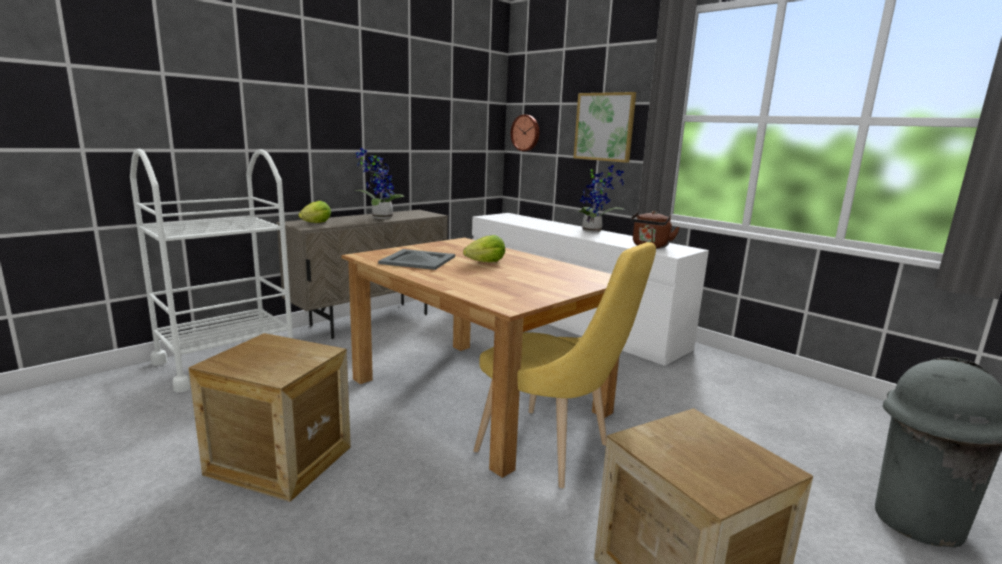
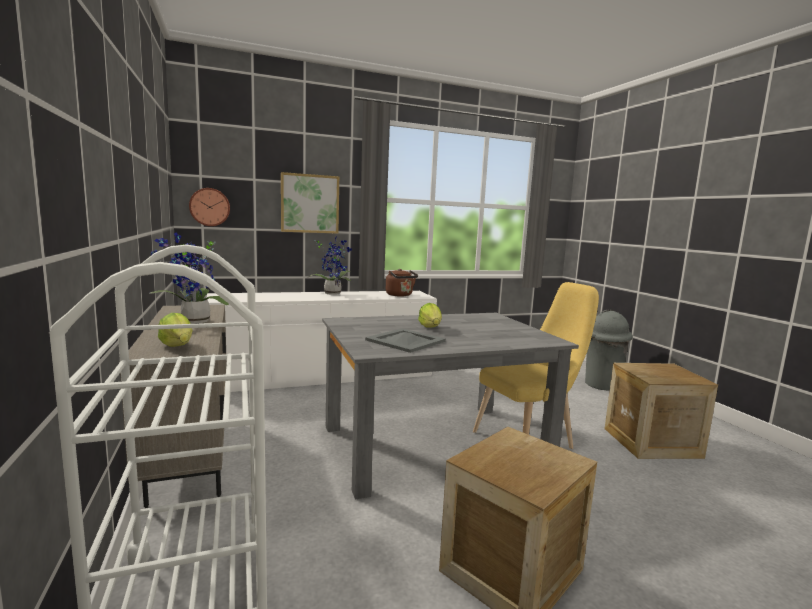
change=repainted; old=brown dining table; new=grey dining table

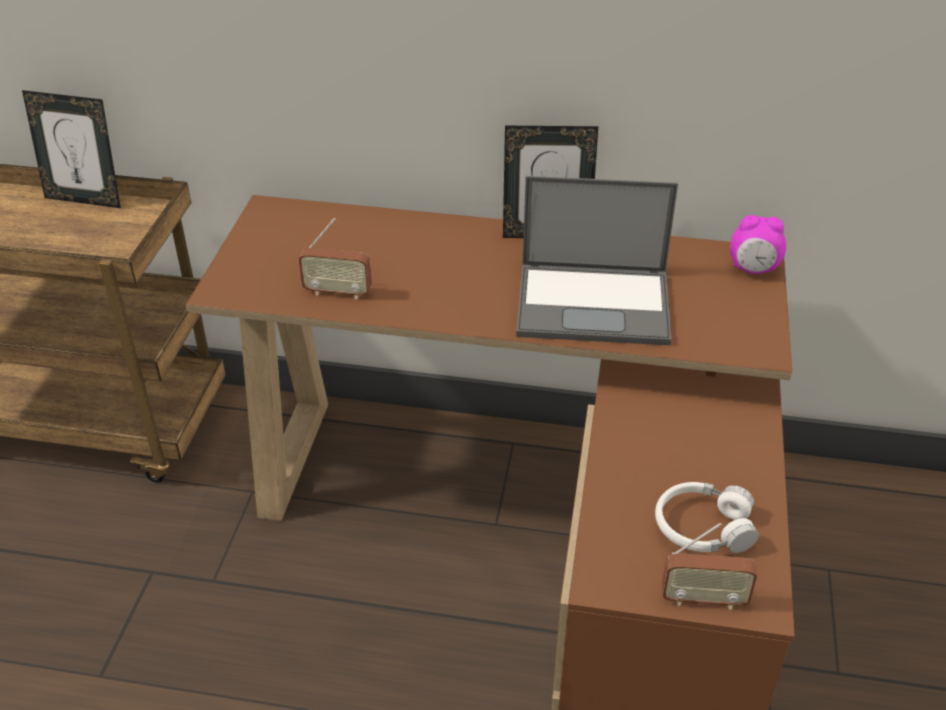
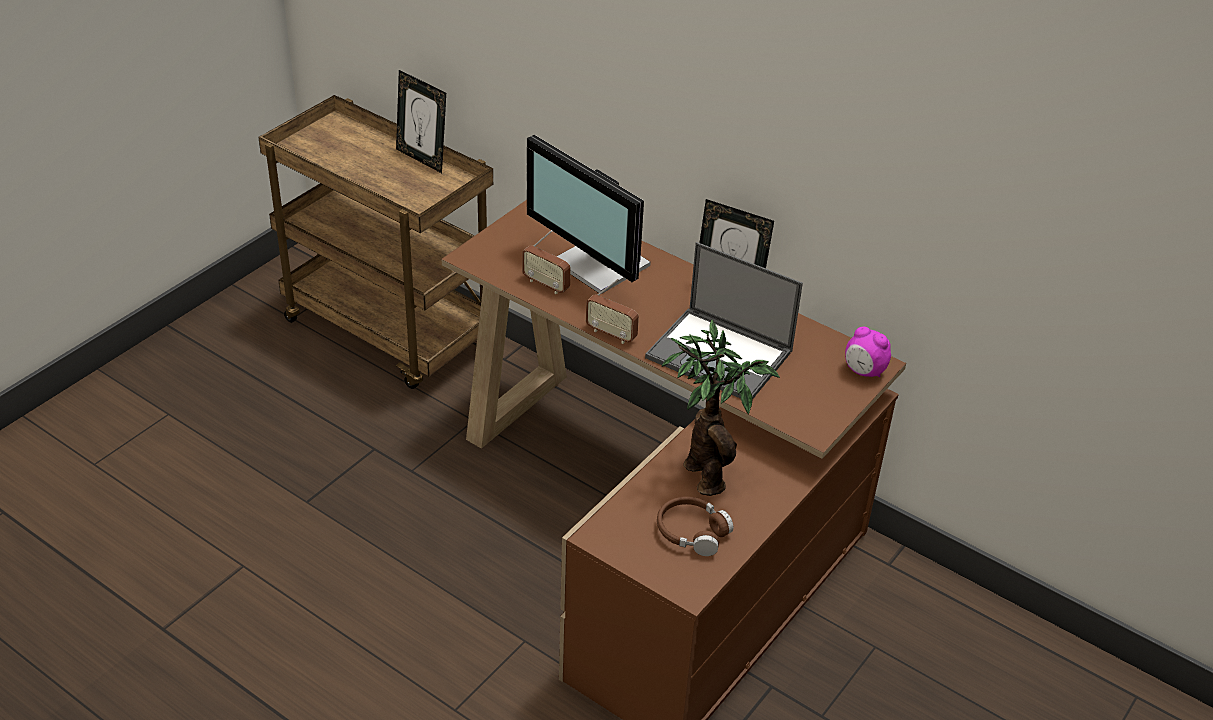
change=repainted; old=white headphones; new=brown headphones
change=shifted; old=radio (no. 2 from left)
change=new; new=monitor
change=new; new=potted plant

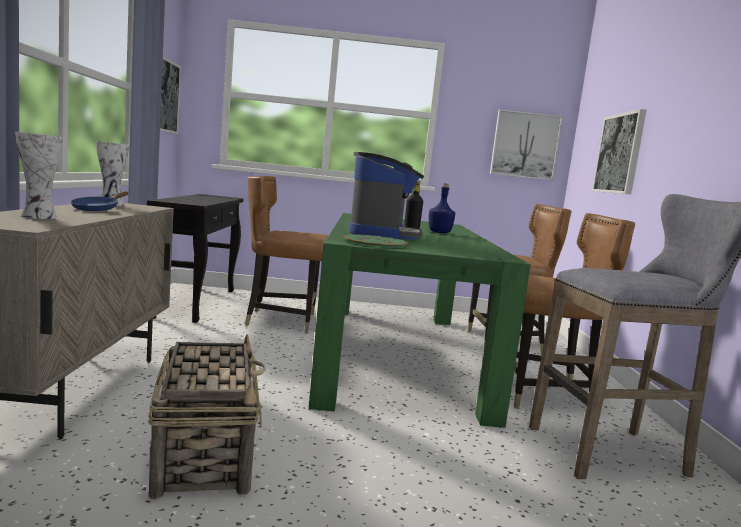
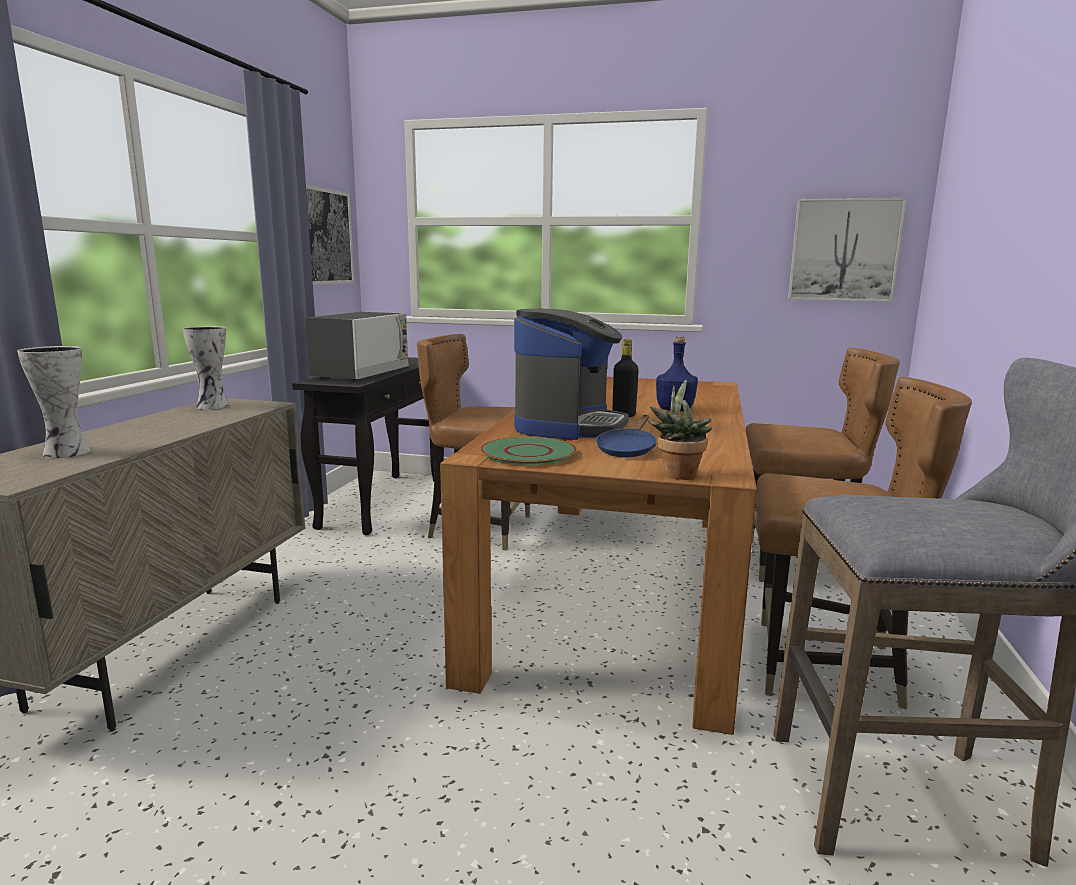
change=gone; old=picture (no. 3 from left)
change=shifted; old=blue frying pan
change=repainted; old=green dining table; new=brown dining table
change=gone; old=basket
change=new; new=microwave
change=new; new=potted plant

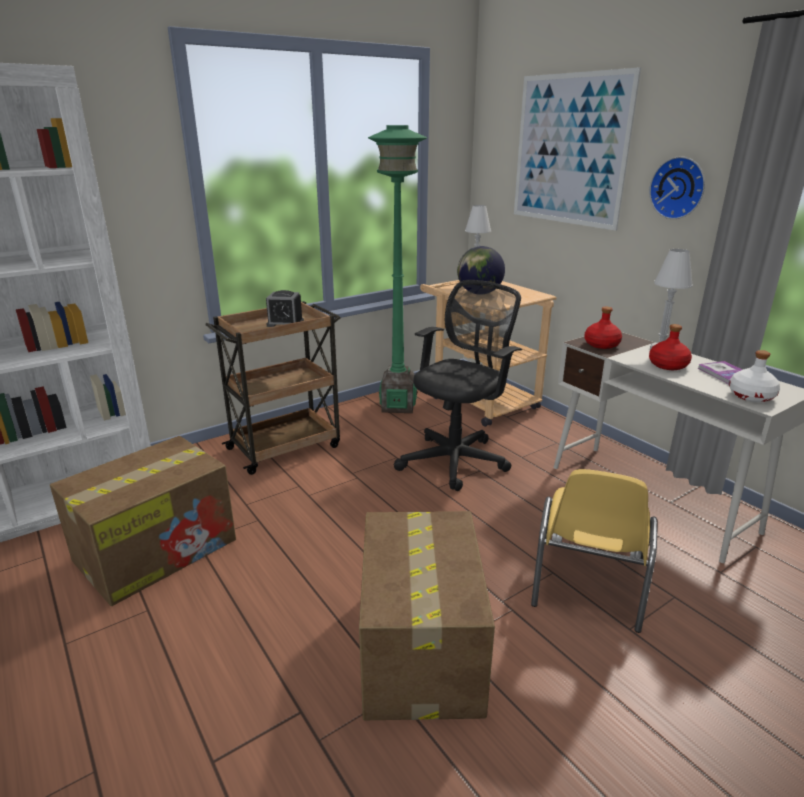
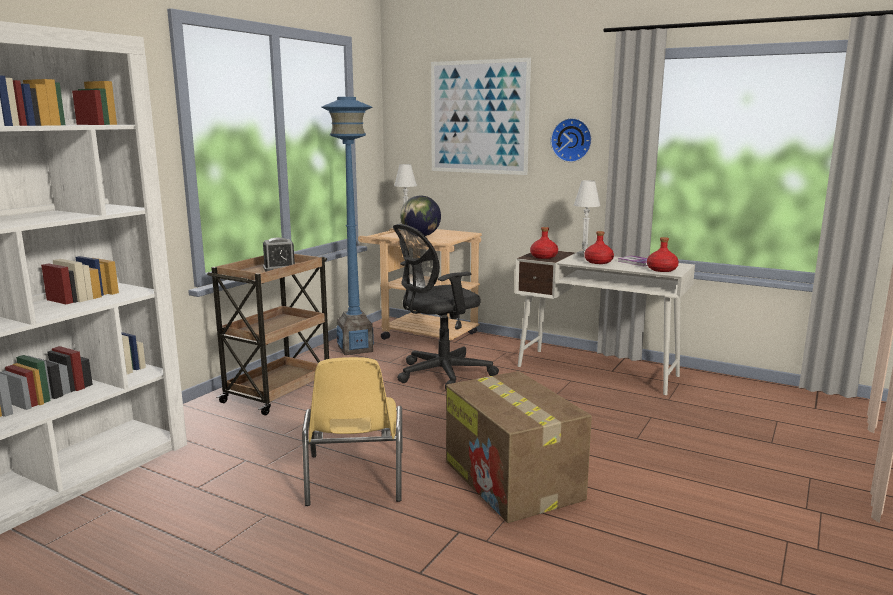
change=repainted; old=green floor lamp; new=blue floor lamp
change=rotated; old=black office chair; degrees=-135
change=repainted; old=white bottle; new=red bottle (no. 3 from left)
change=gone; old=cardboard box (no. 1 from left)
change=shifted; old=yellow chair

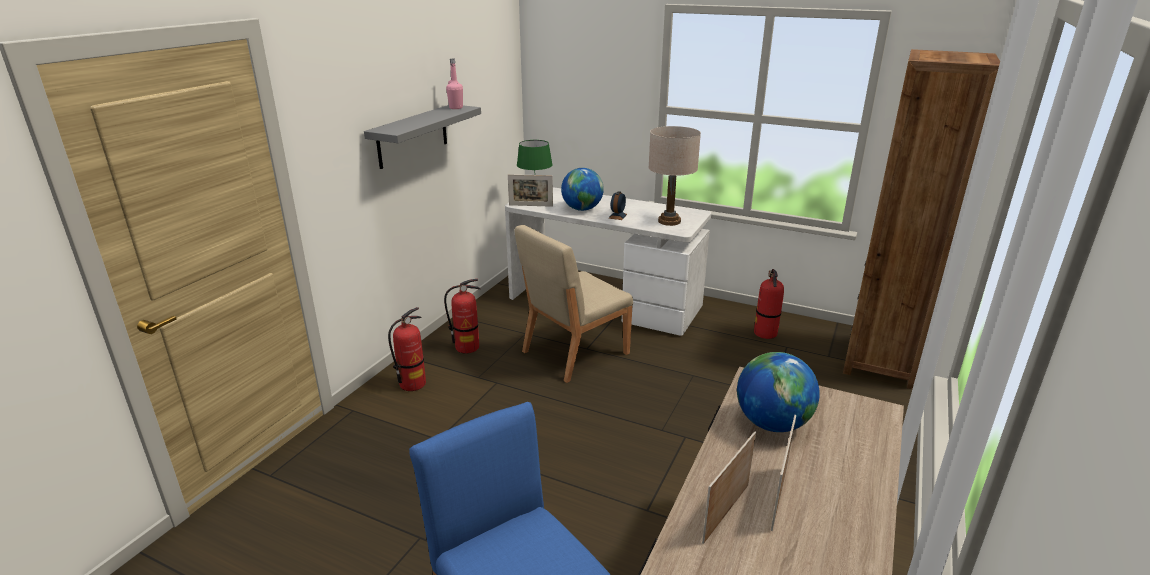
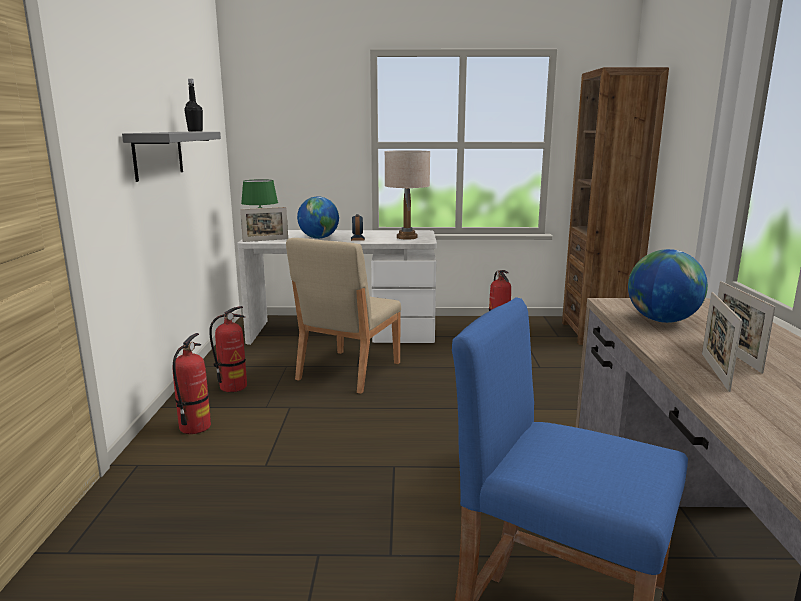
change=repainted; old=pink bottle; new=black bottle

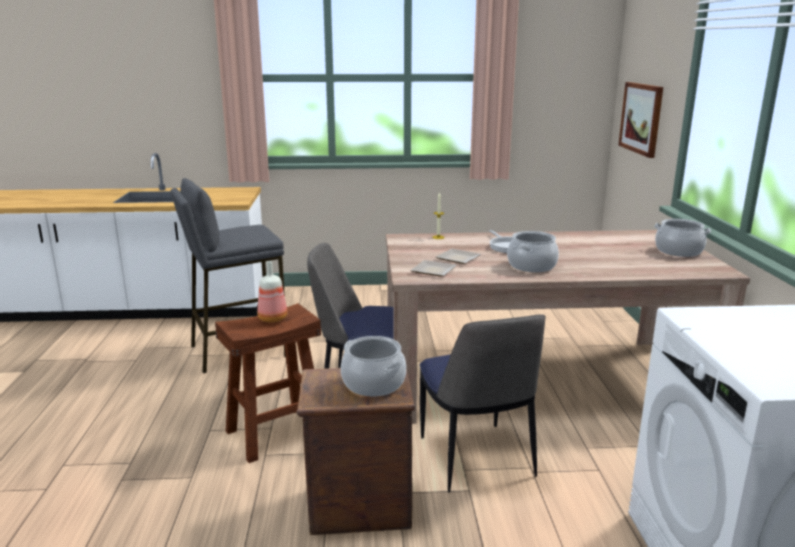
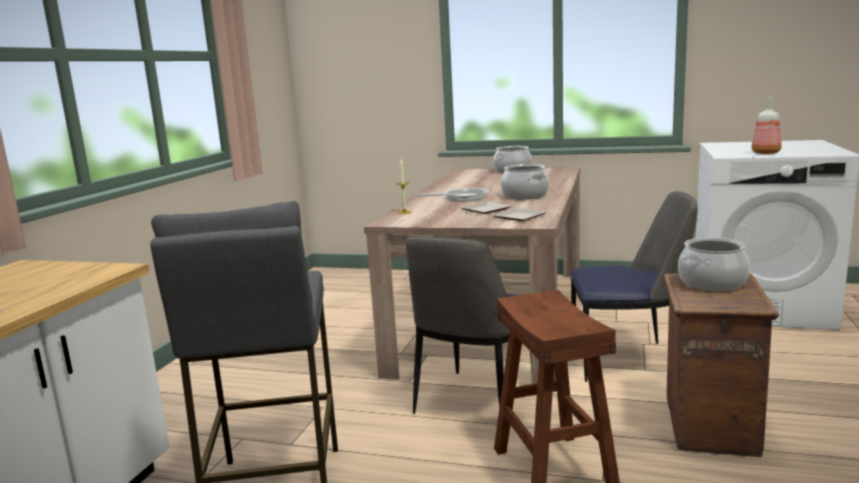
change=gone; old=picture
change=shifted; old=bottle

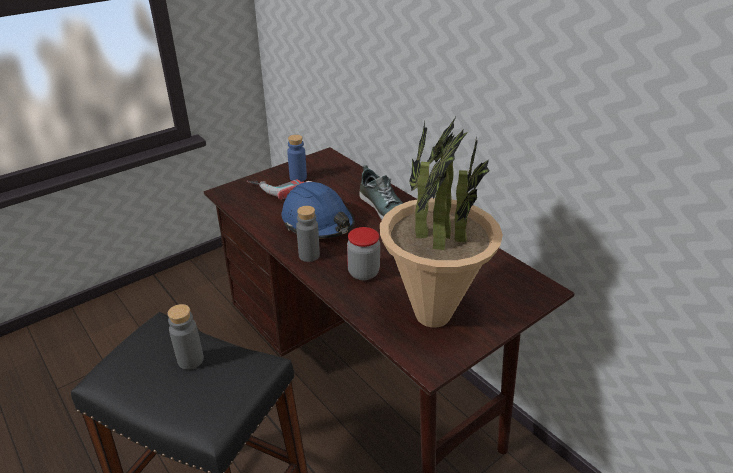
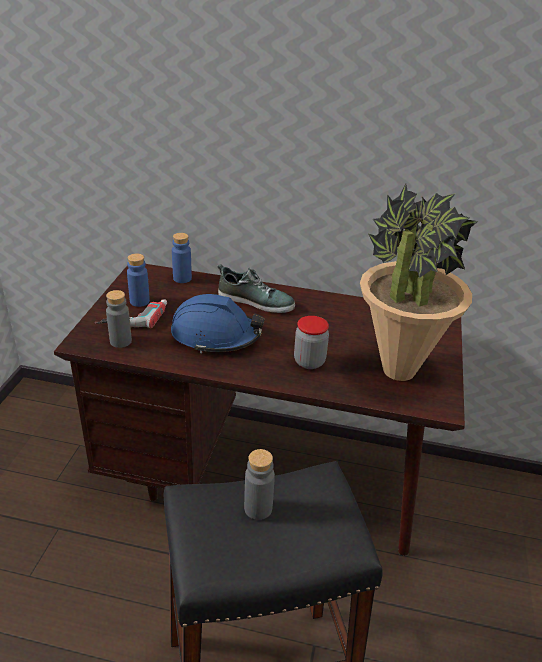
change=shifted; old=grey bottle (no. 2 from left in the first image); new=grey bottle (no. 1 from left)
change=new; new=blue bottle (no. 2 from left)

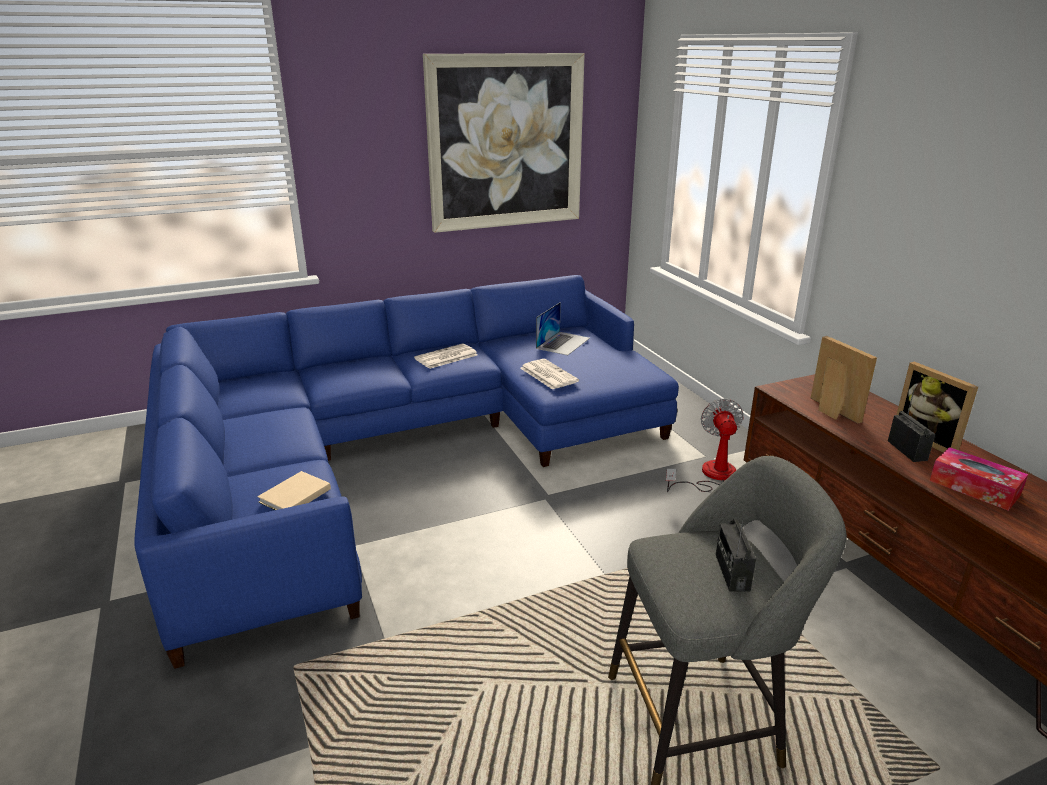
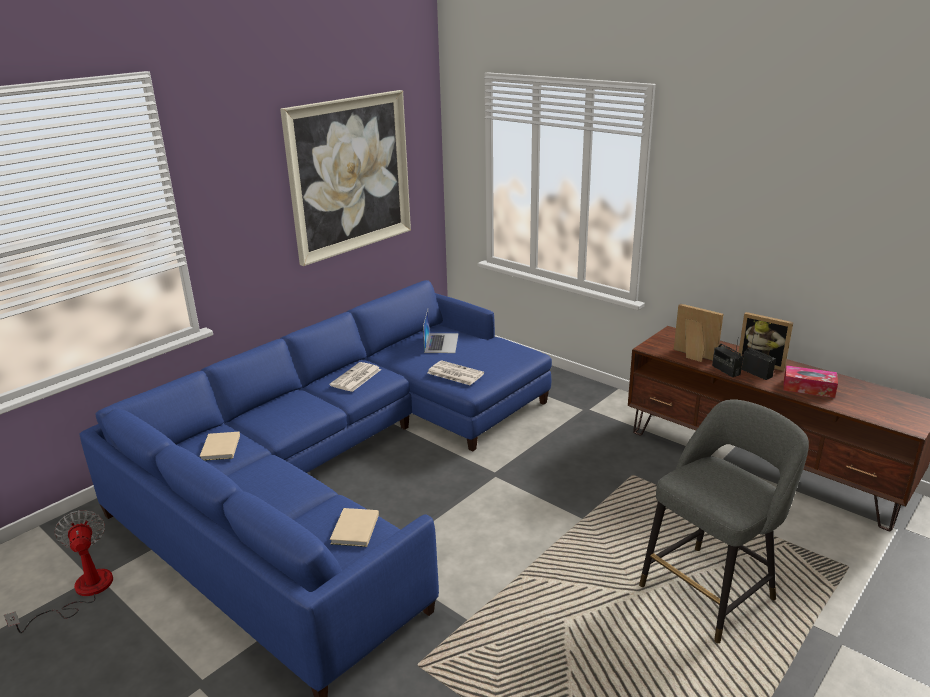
change=shifted; old=fan
change=shifted; old=radio (no. 1 from left)
change=new; new=beige book (no. 1 from left)

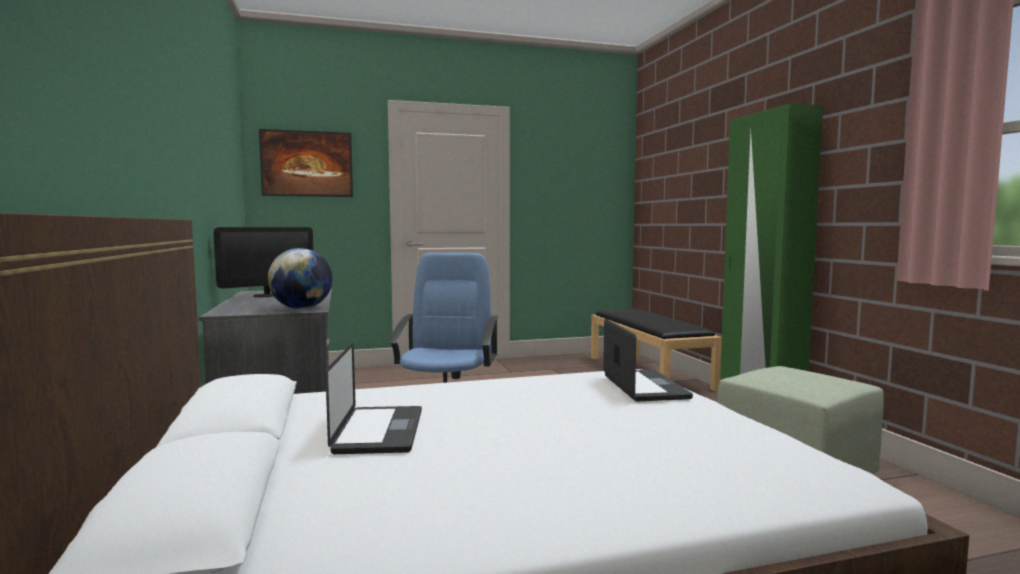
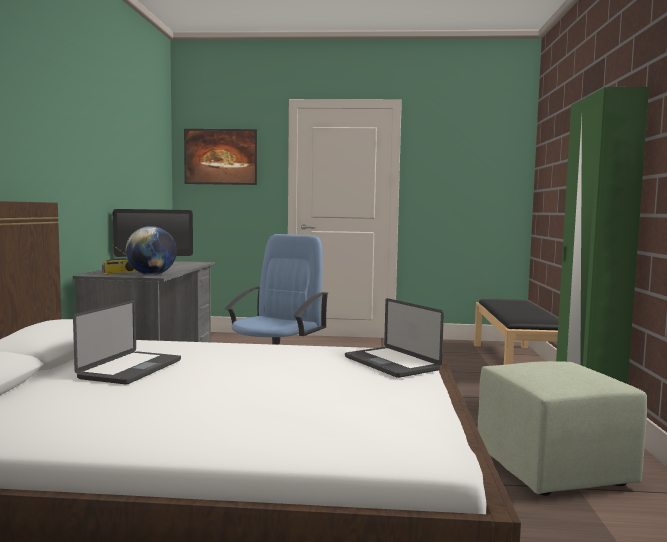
change=rotated; old=laptop (no. 2 from left); degrees=135
change=new; new=radio

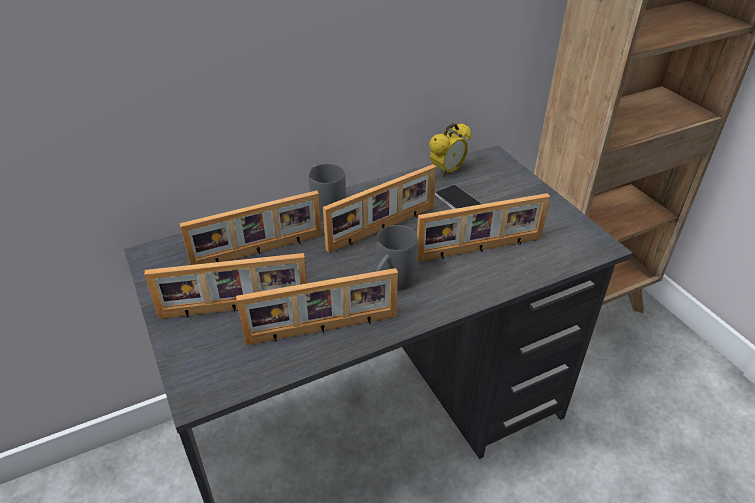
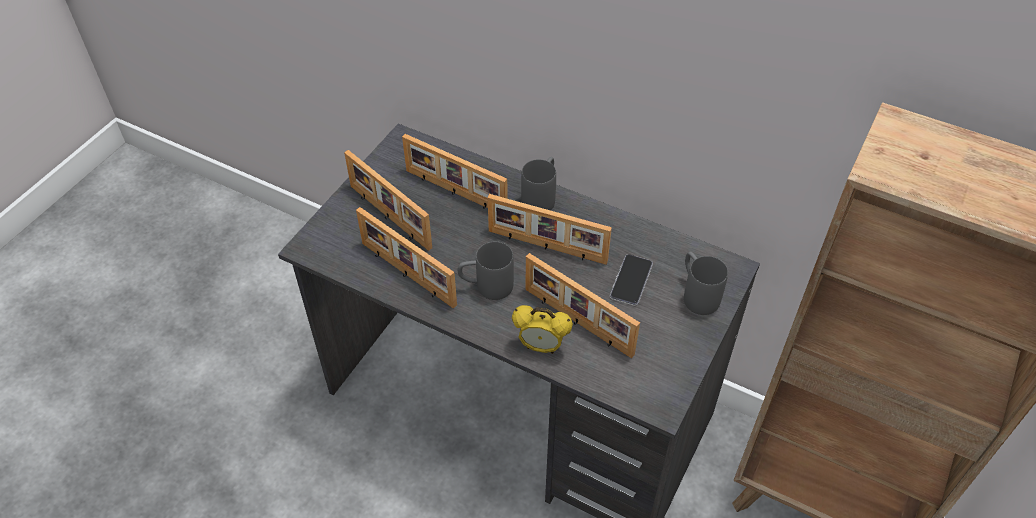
change=shifted; old=alarm clock
change=new; new=grey mug (no. 3 from left)

